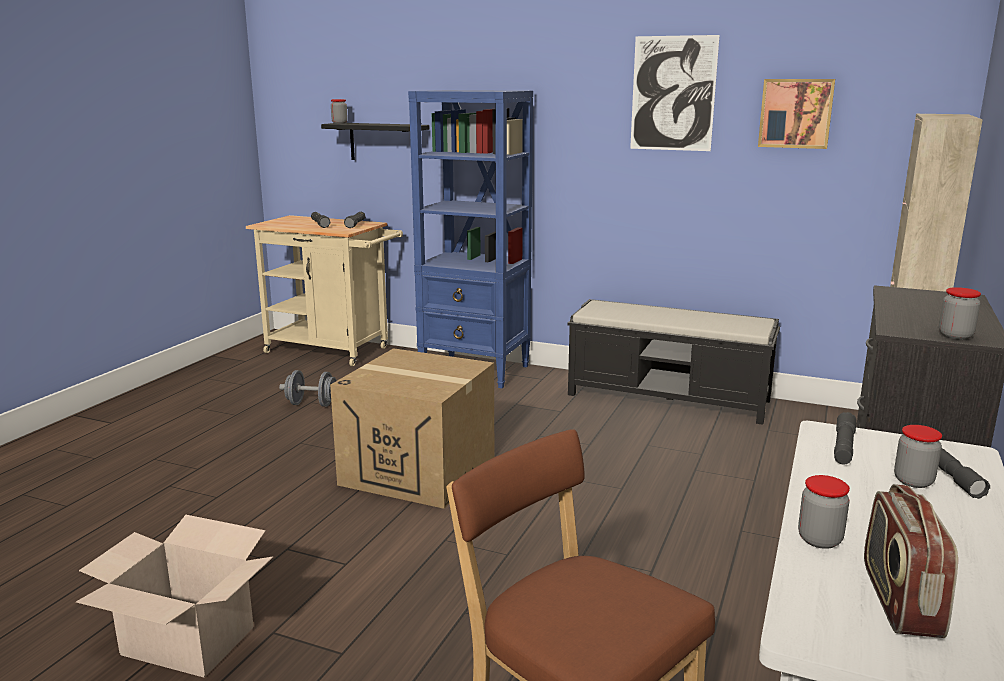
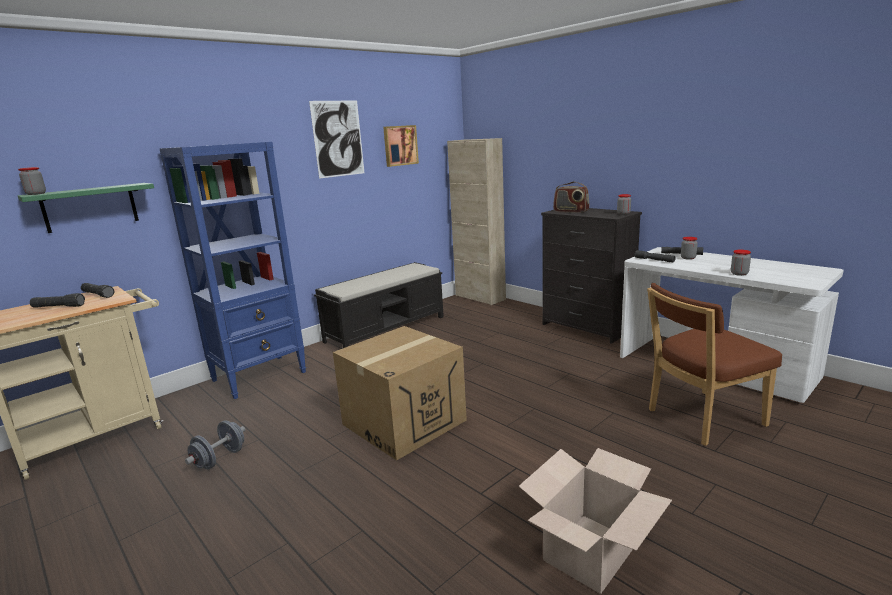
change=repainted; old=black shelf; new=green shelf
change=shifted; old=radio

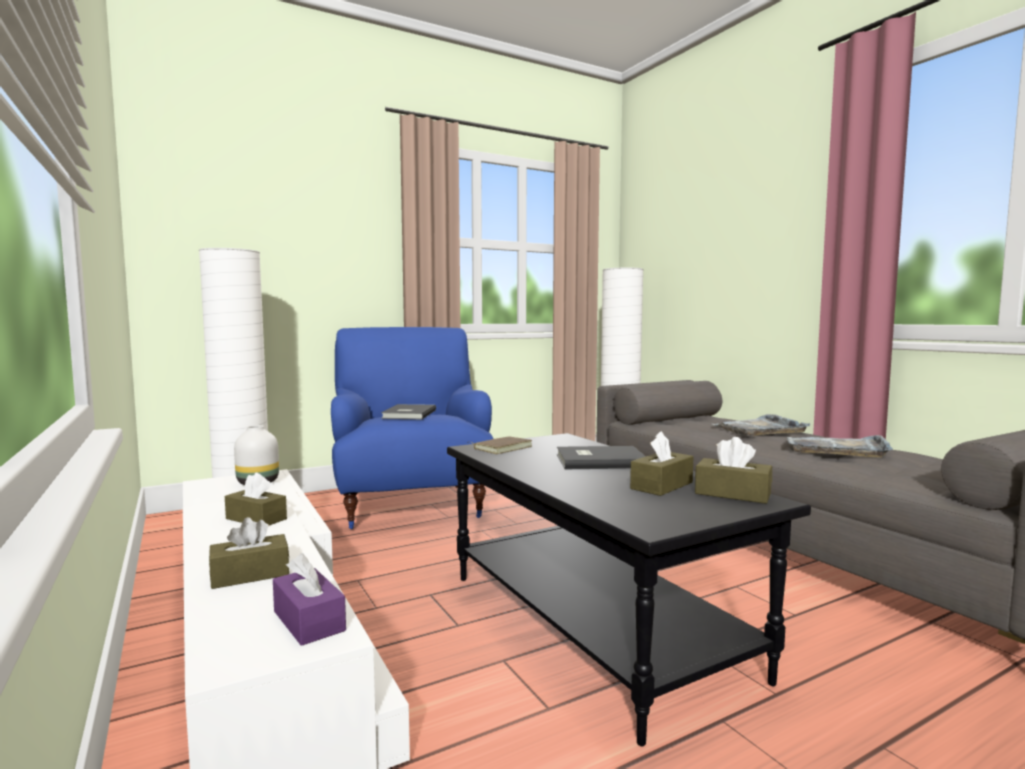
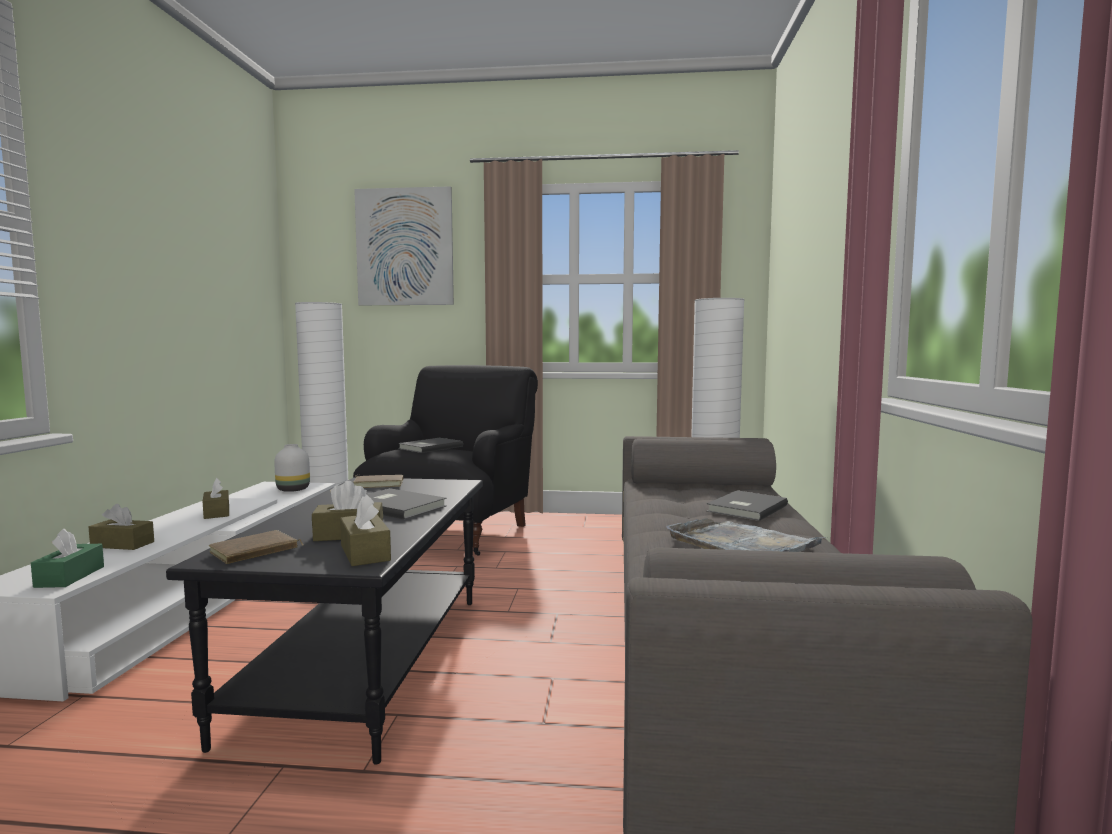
change=repainted; old=blue armchair; new=black armchair
change=swapped; old=grey tray (no. 1 from left); new=grey book (no. 3 from left)
change=repainted; old=purple tissue box; new=green tissue box
change=new; new=picture
change=new; new=brown book (no. 1 from left)

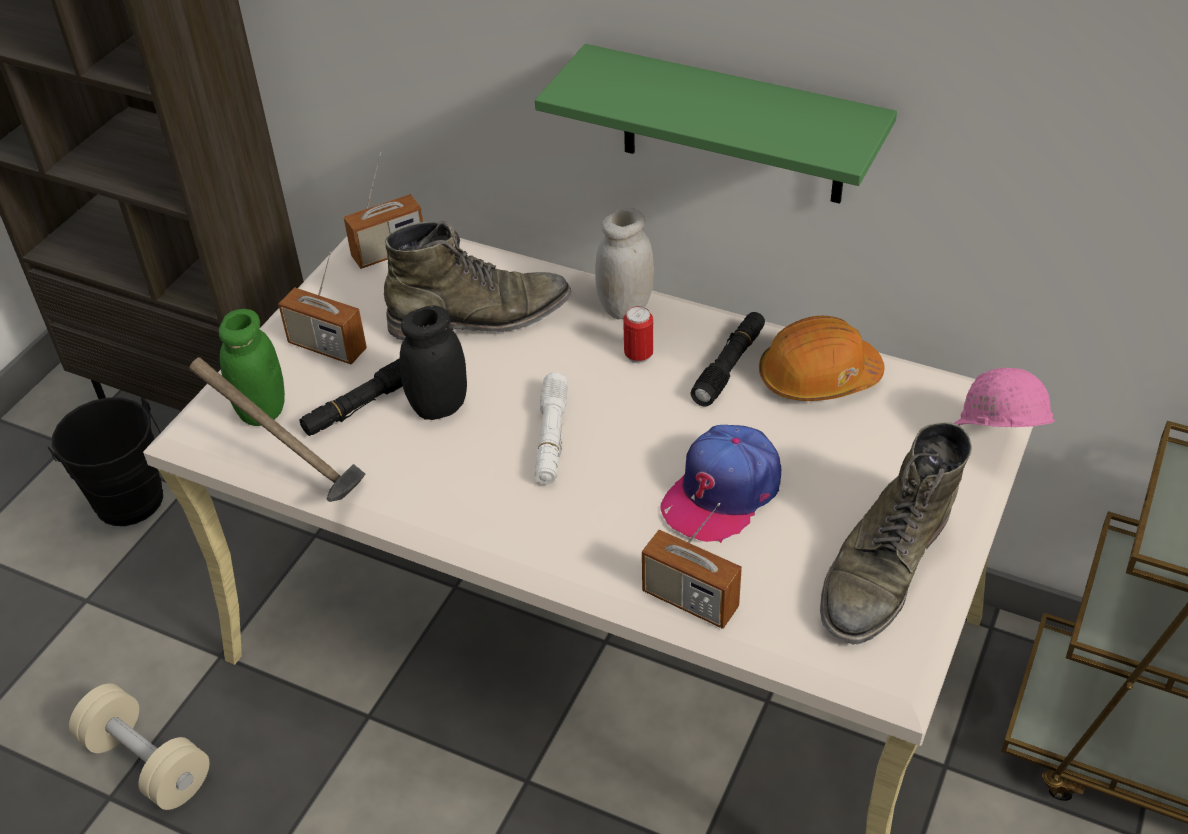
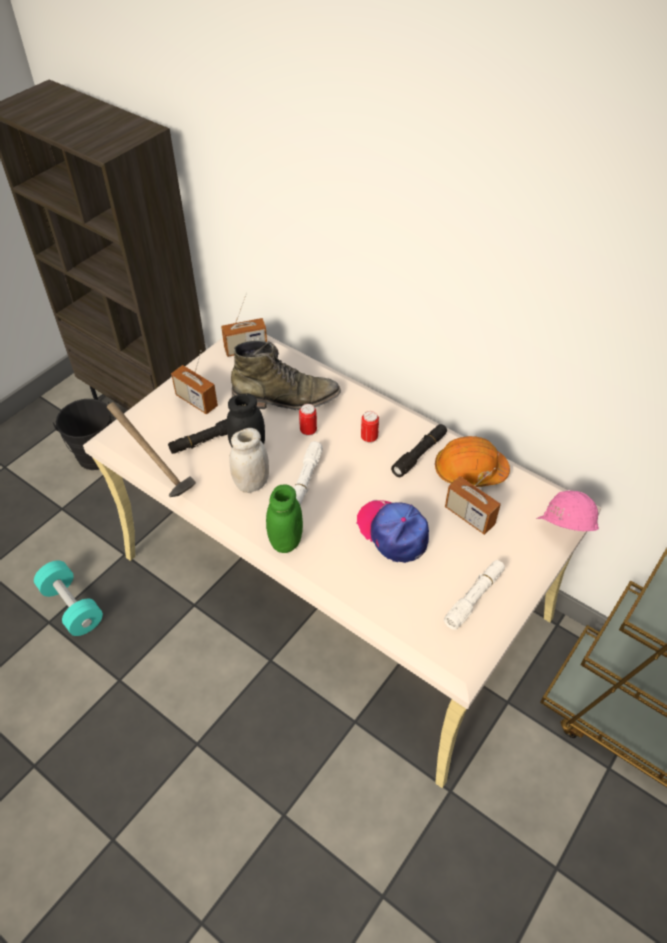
change=gone; old=green shelf
change=shifted; old=white jar
change=shifted; old=green jar
change=swapped; old=green boot (no. 2 from left); new=white flashlight (no. 2 from left)
change=rotated; old=cap; degrees=90
change=shifted; old=radio (no. 3 from left)
change=repainted; old=beige dumbbell; new=turquoise dumbbell
change=new; new=can (no. 1 from left)

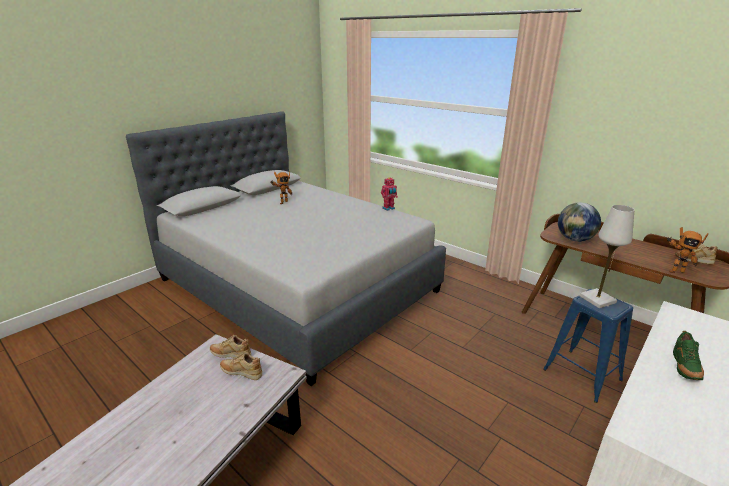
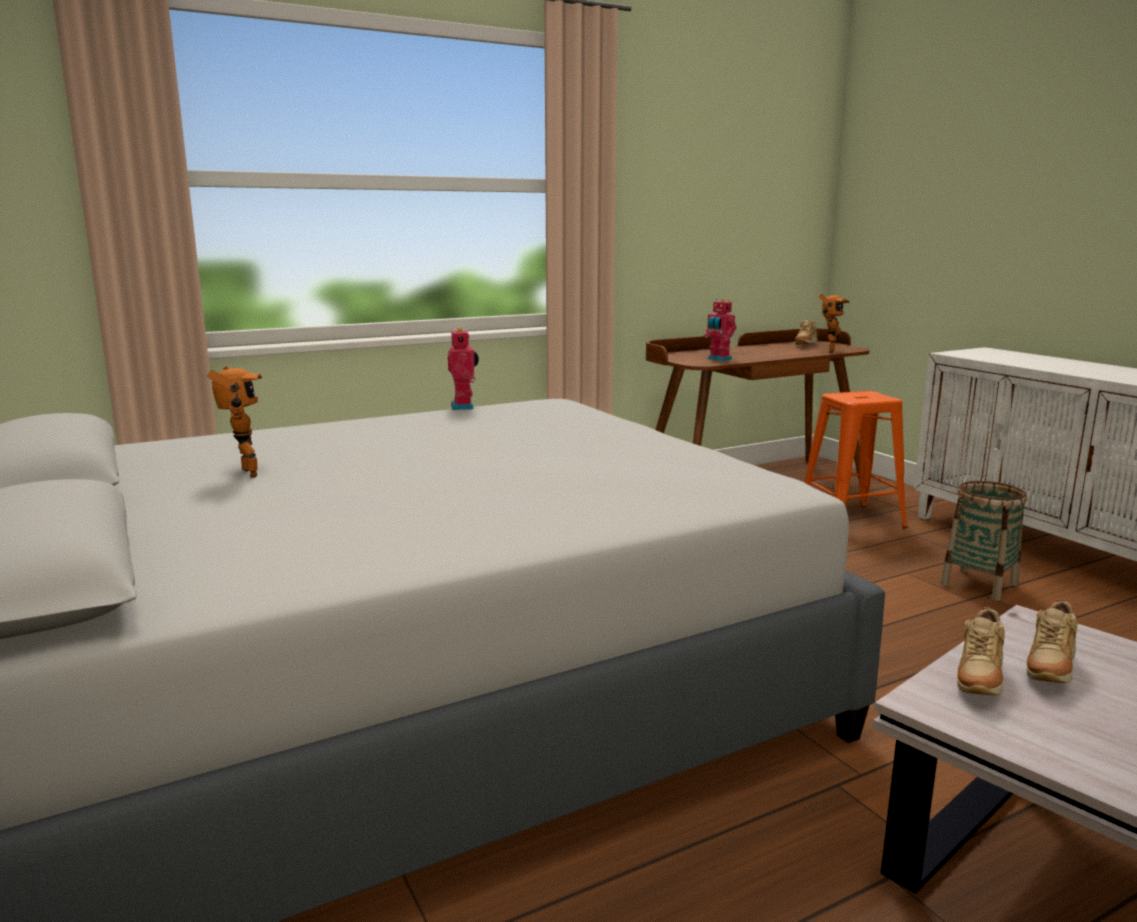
change=swapped; old=globe; new=toy robot (no. 3 from left)
change=gone; old=white table lamp
change=repainted; old=blue stool; new=orange stool
change=gone; old=green shoe
change=new; new=basket

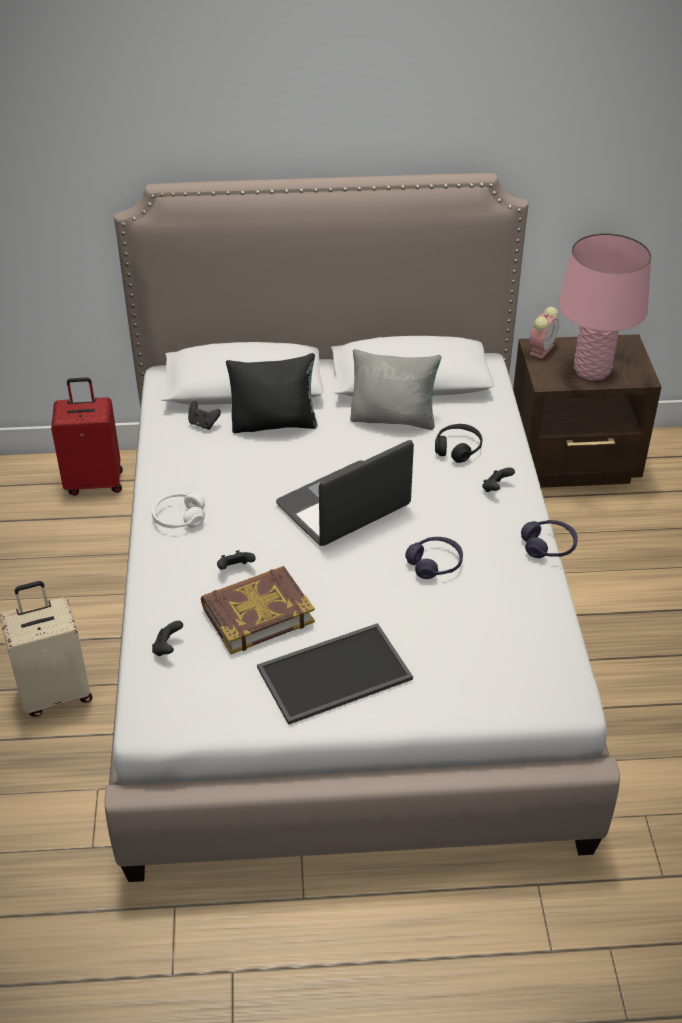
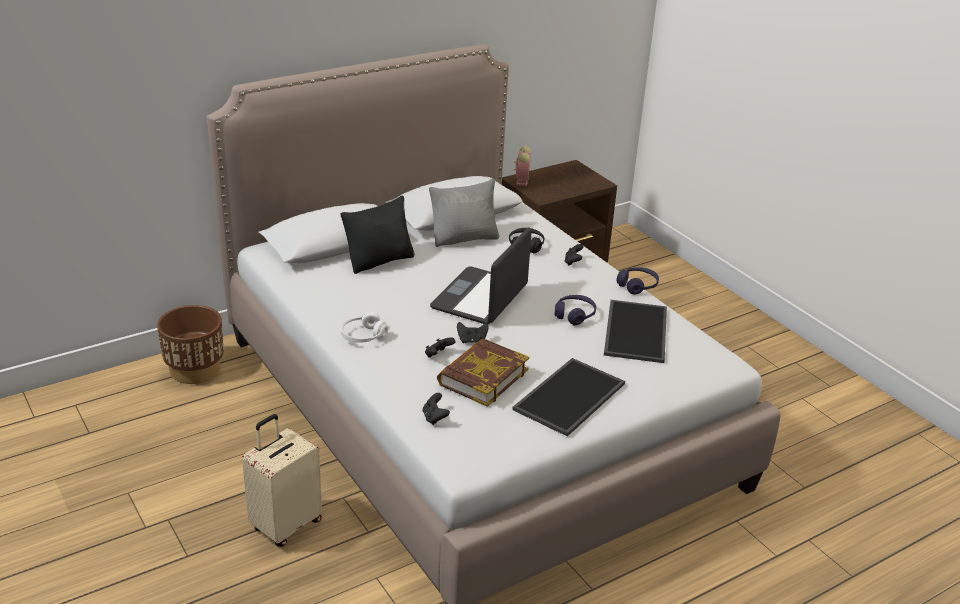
change=gone; old=pink table lamp
change=swapped; old=red suitcase; new=brown planter
change=shifted; old=black game controller (no. 2 from left in the first image); new=black game controller (no. 3 from left)
change=new; new=tray (no. 2 from left)

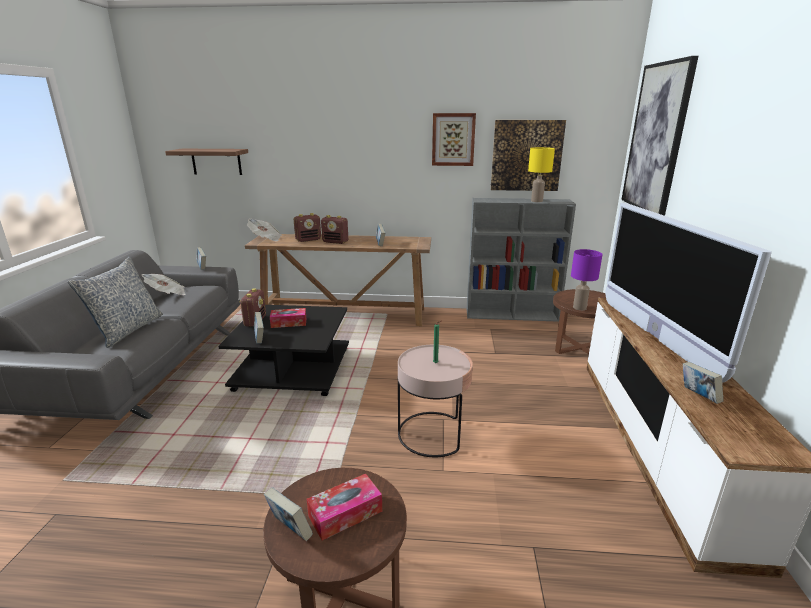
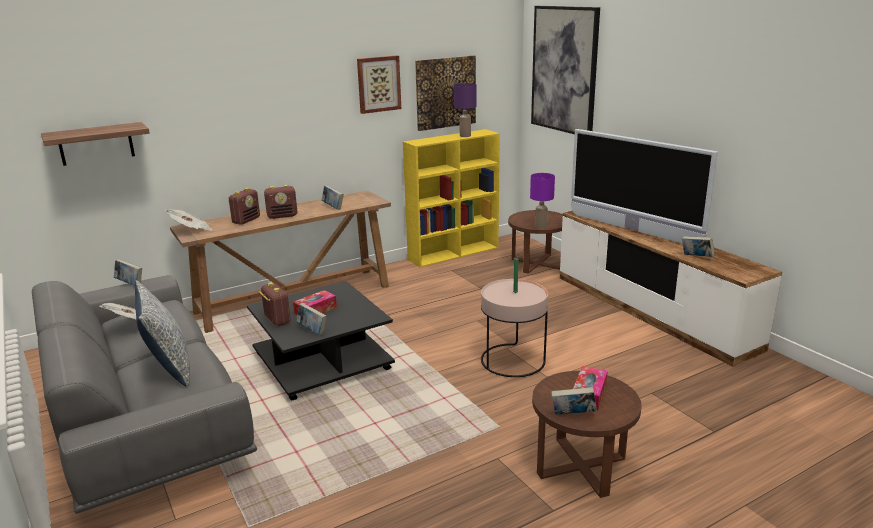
change=repainted; old=yellow table lamp; new=purple table lamp (no. 1 from left)
change=repainted; old=grey bookcase; new=yellow bookcase

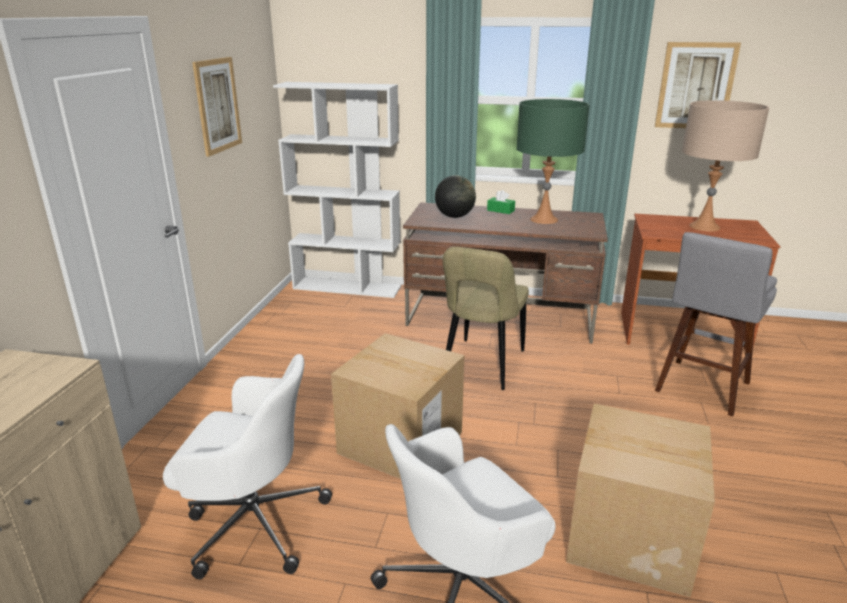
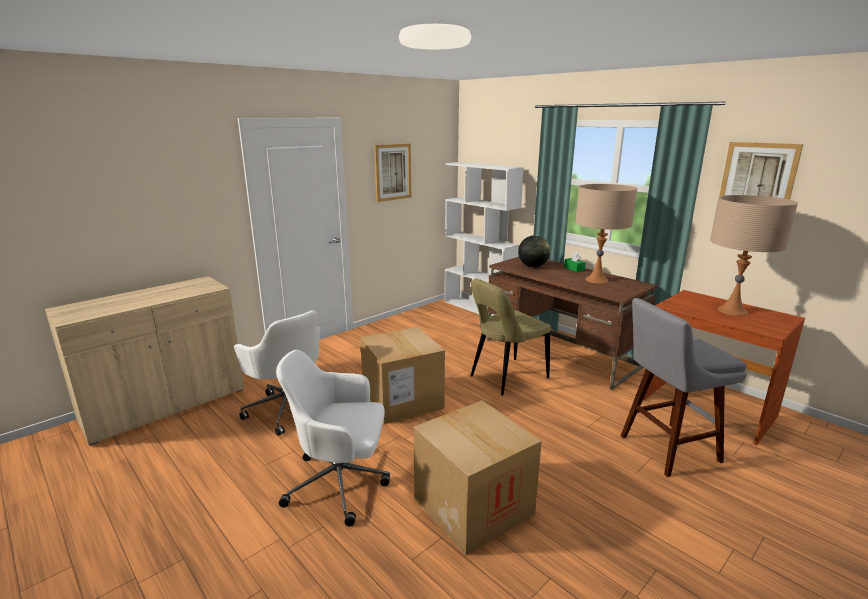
change=repainted; old=green table lamp; new=beige table lamp (no. 1 from left)

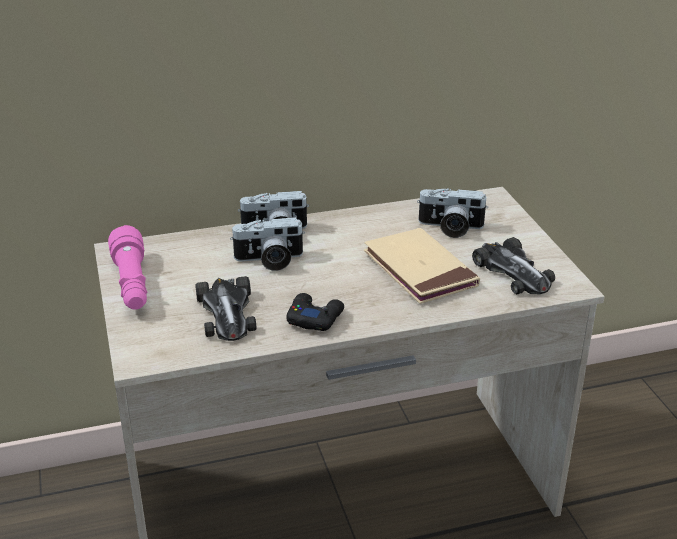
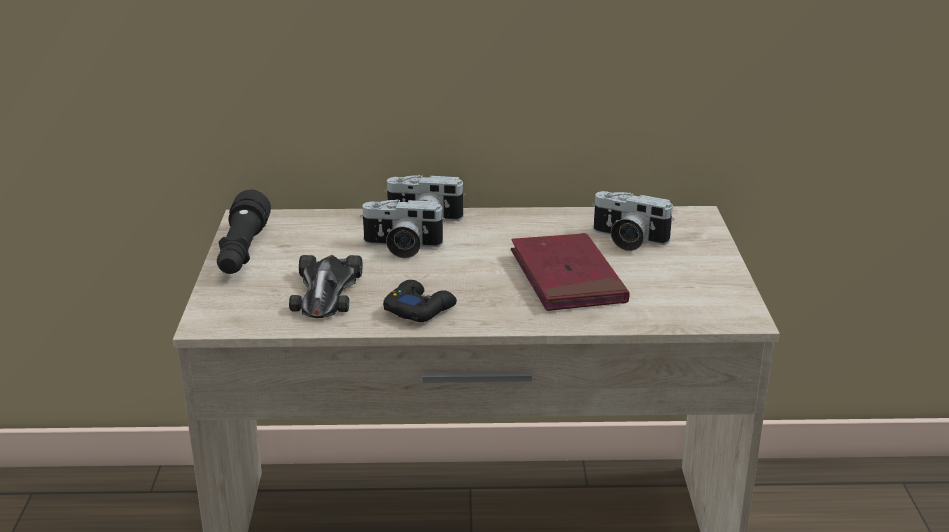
change=repainted; old=pink flashlight; new=black flashlight
change=repainted; old=beige book; new=red book
change=gone; old=toy car (no. 2 from left)

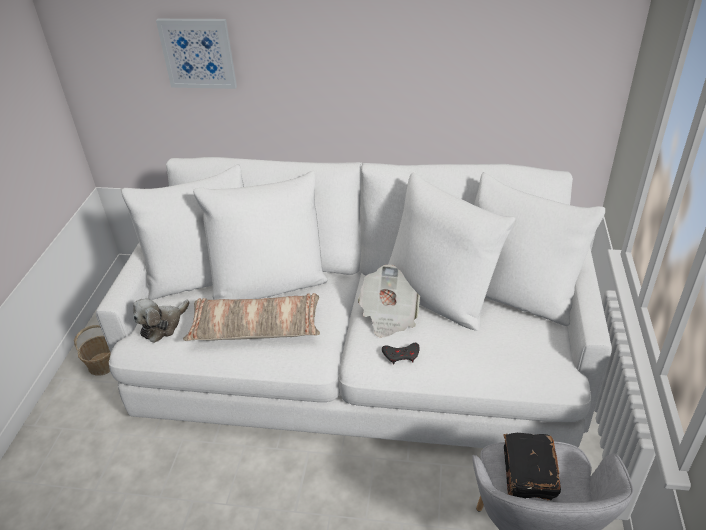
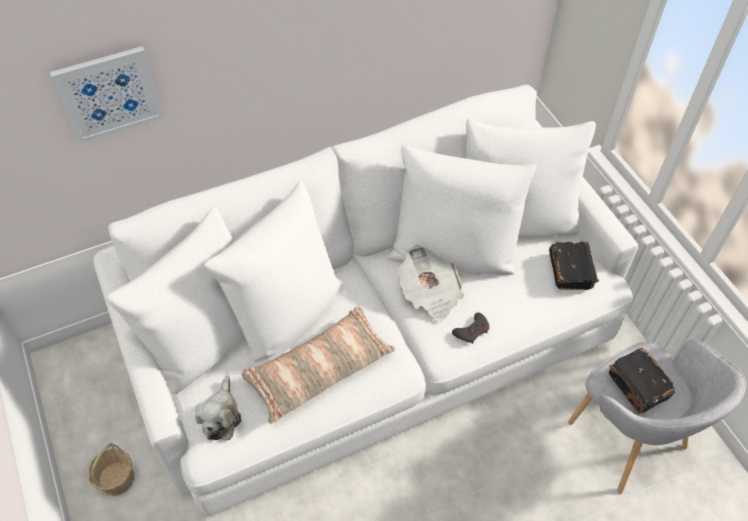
change=new; new=black book (no. 1 from left)

